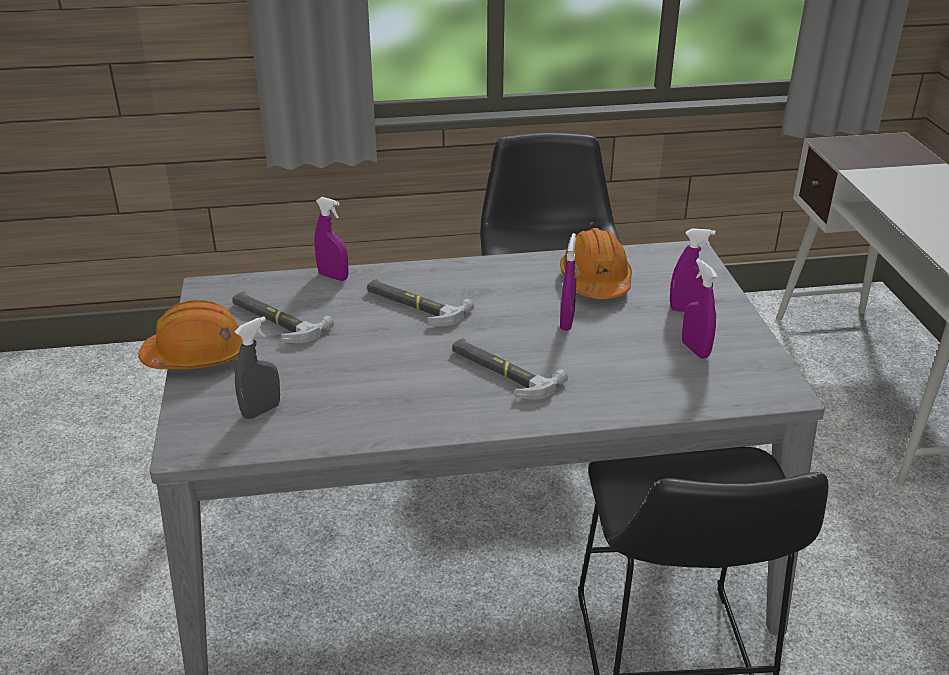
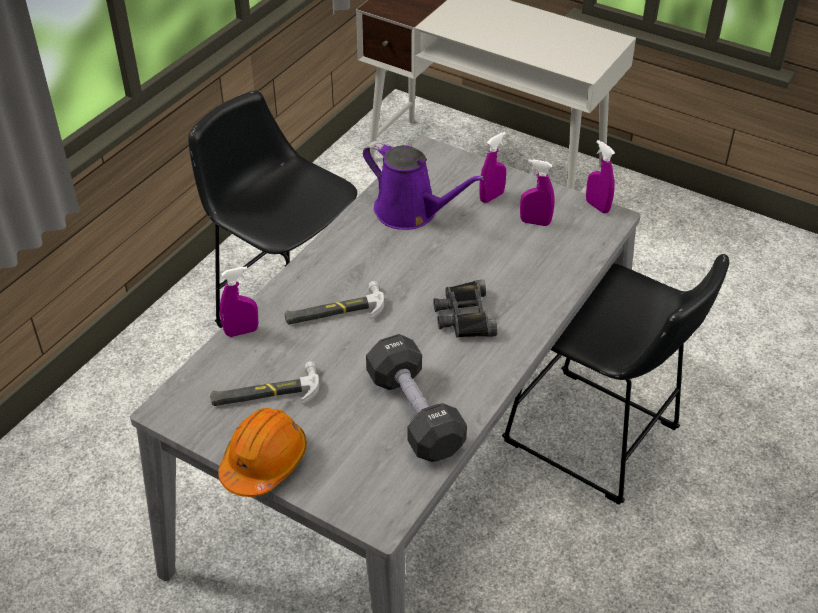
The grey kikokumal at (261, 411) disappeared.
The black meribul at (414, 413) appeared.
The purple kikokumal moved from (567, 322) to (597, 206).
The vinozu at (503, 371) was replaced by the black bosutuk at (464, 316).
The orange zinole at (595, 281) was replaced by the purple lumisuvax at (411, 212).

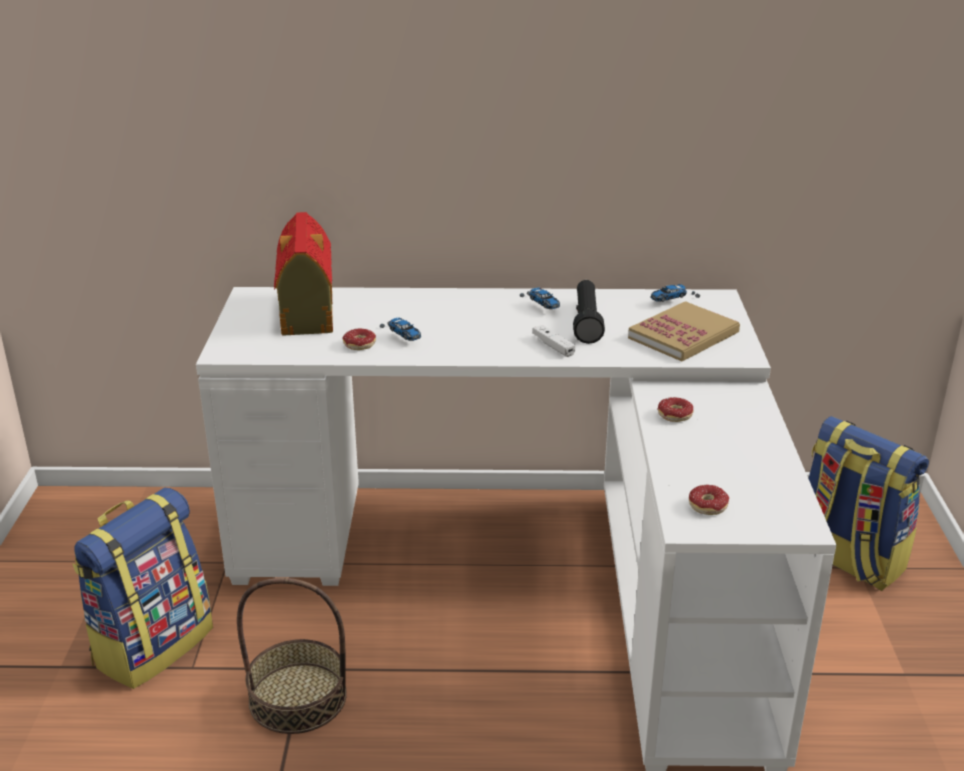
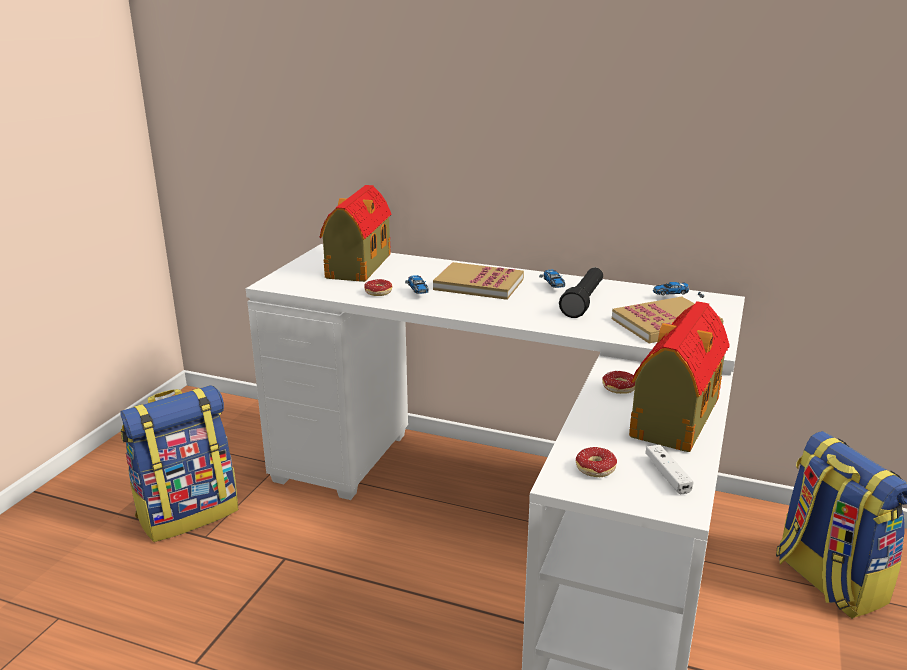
The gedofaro at (298, 697) disappeared.
The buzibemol at (479, 284) appeared.
The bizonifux at (674, 419) appeared.
The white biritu moved from (553, 346) to (667, 475).

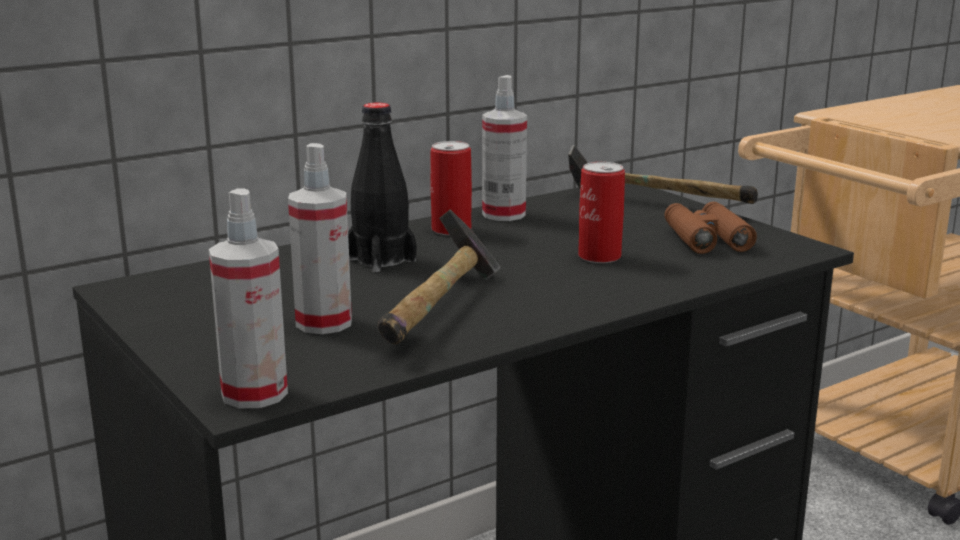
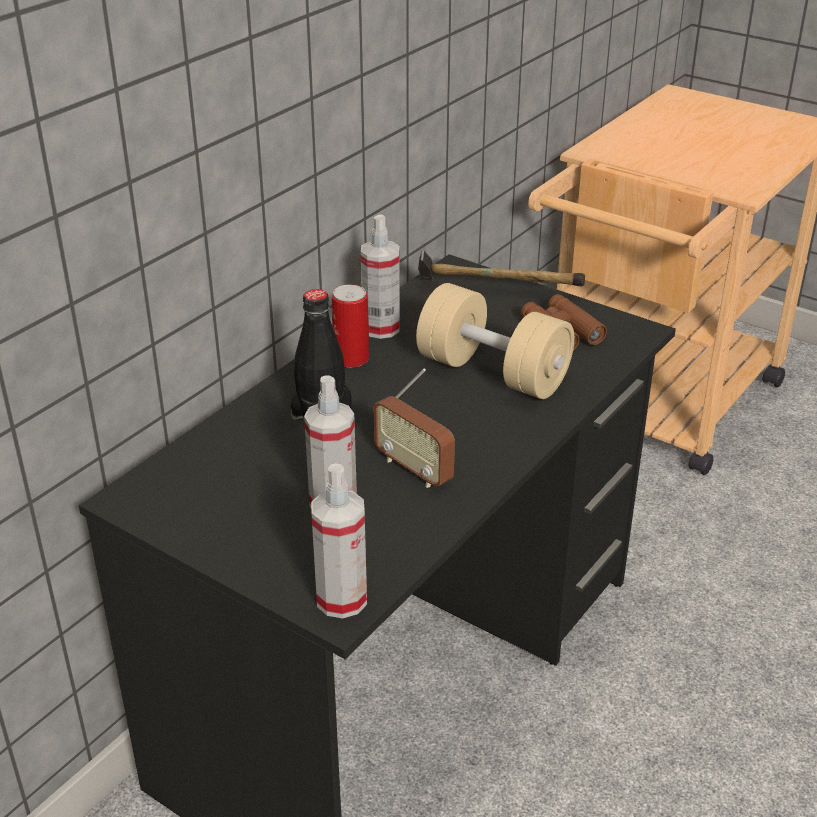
The vinozu at (440, 311) was replaced by the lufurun at (414, 469).
The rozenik at (599, 256) was replaced by the beige meribul at (493, 373).

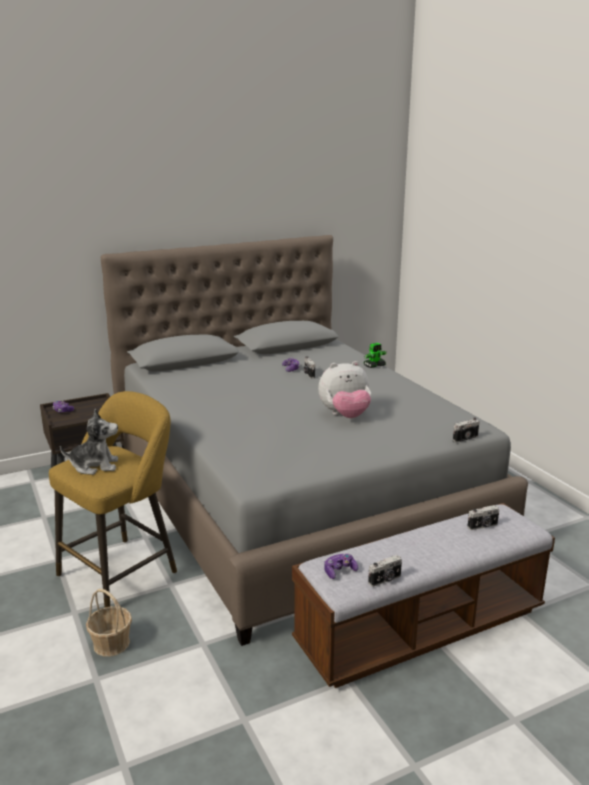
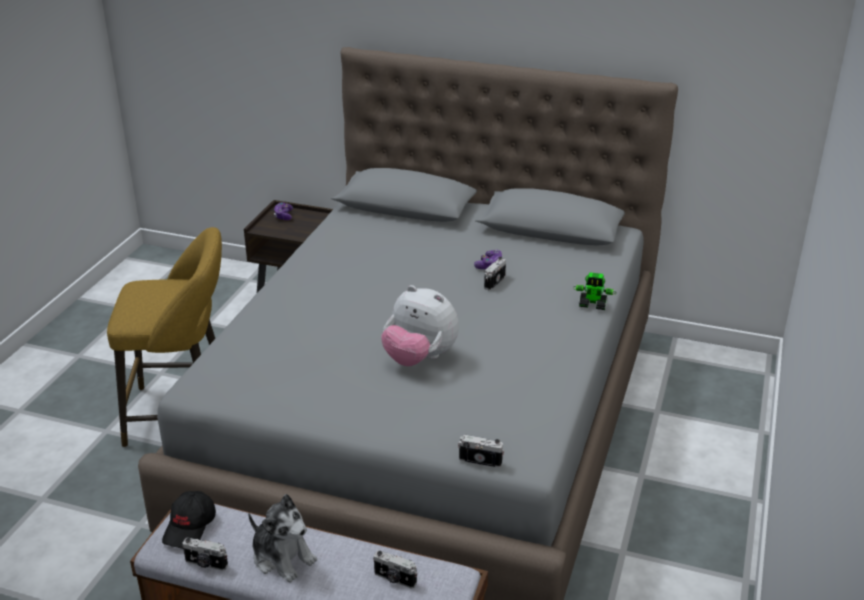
The gedofaro at (111, 643) disappeared.
The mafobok moved from (95, 466) to (282, 557).
The biritu at (339, 571) was replaced by the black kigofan at (190, 527).

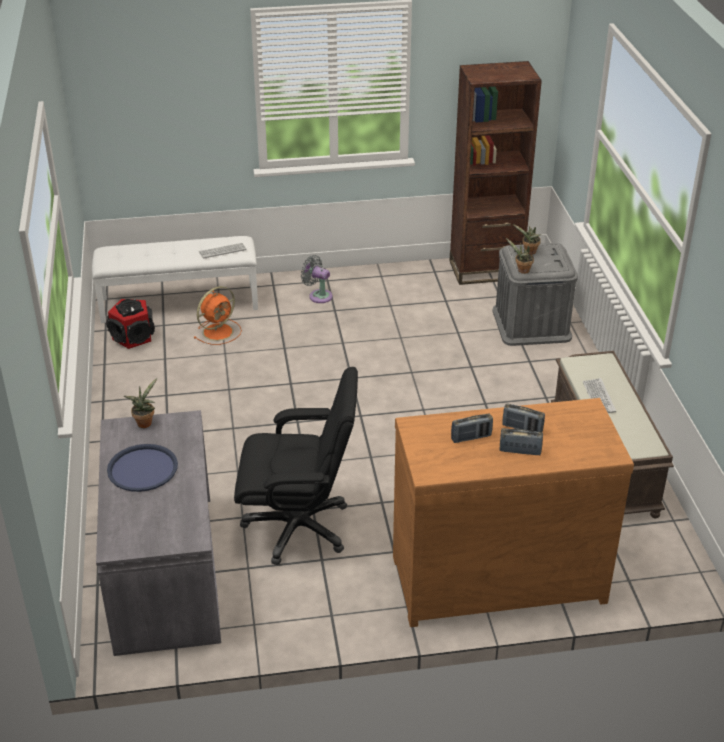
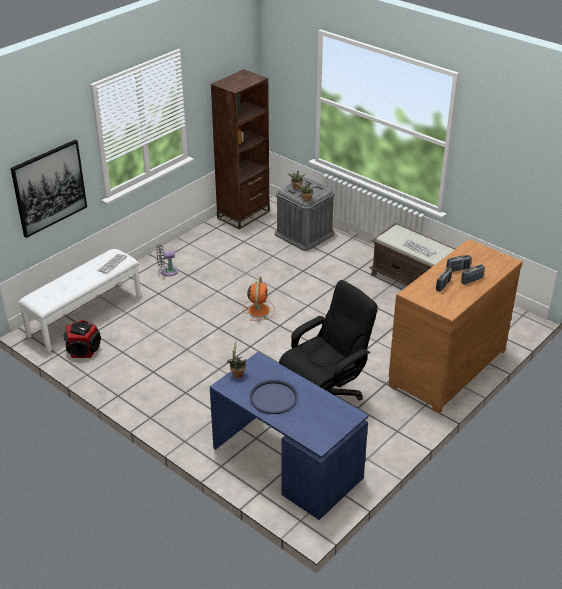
The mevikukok at (49, 188) appeared.
The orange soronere moved from (219, 331) to (258, 309).
The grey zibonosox at (163, 571) became the blue zibonosox at (285, 463).

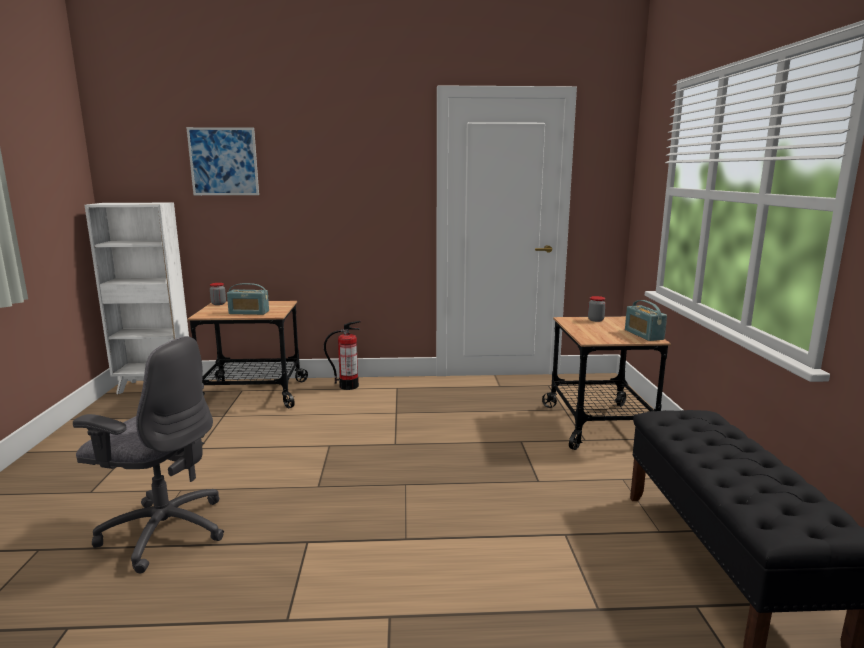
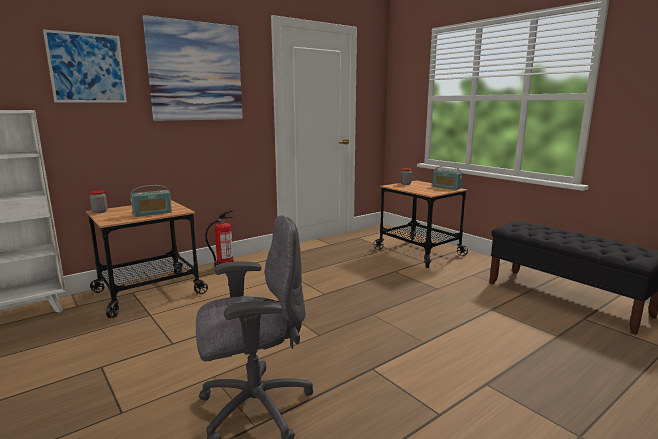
The mevikukok at (196, 72) appeared.

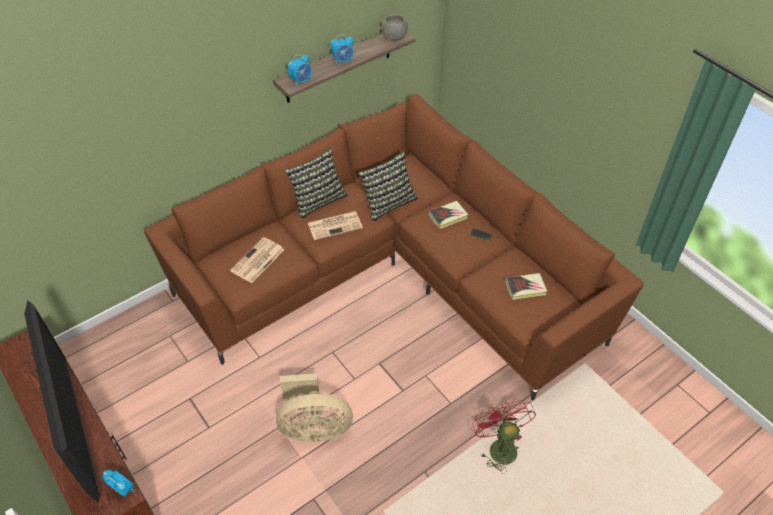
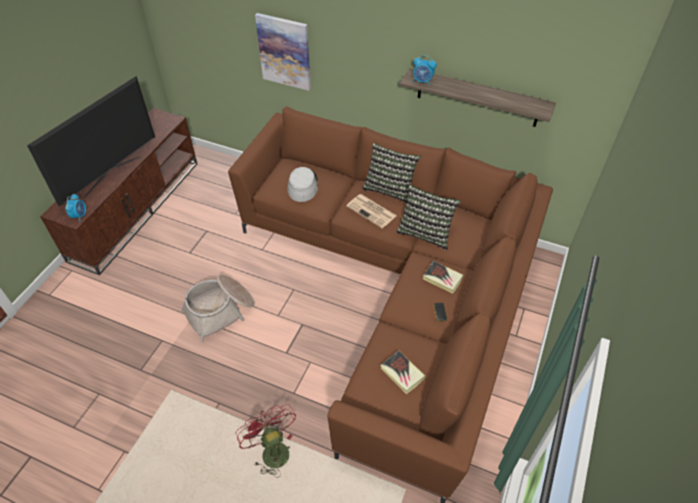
The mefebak at (343, 60) disappeared.
The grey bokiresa at (395, 37) disappeared.
The mevikukok at (284, 51) appeared.
The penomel at (257, 261) was replaced by the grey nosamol at (302, 185).
The beige soronere at (314, 427) was replaced by the gedofaro at (220, 311).
The red soronere at (499, 446) turned 75 degrees counterclockwise.

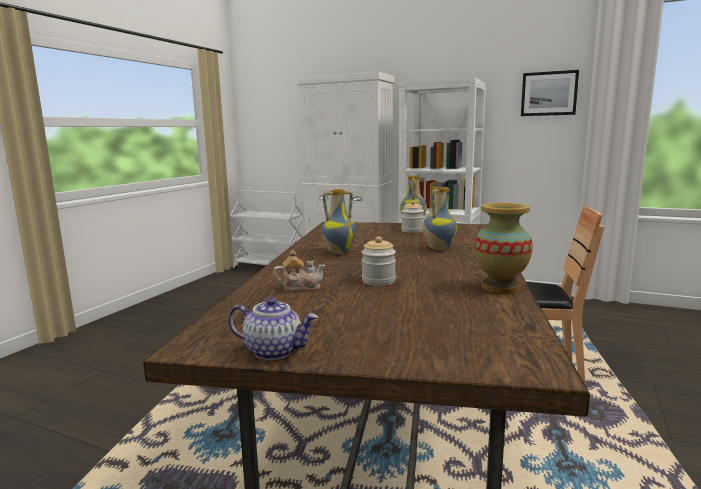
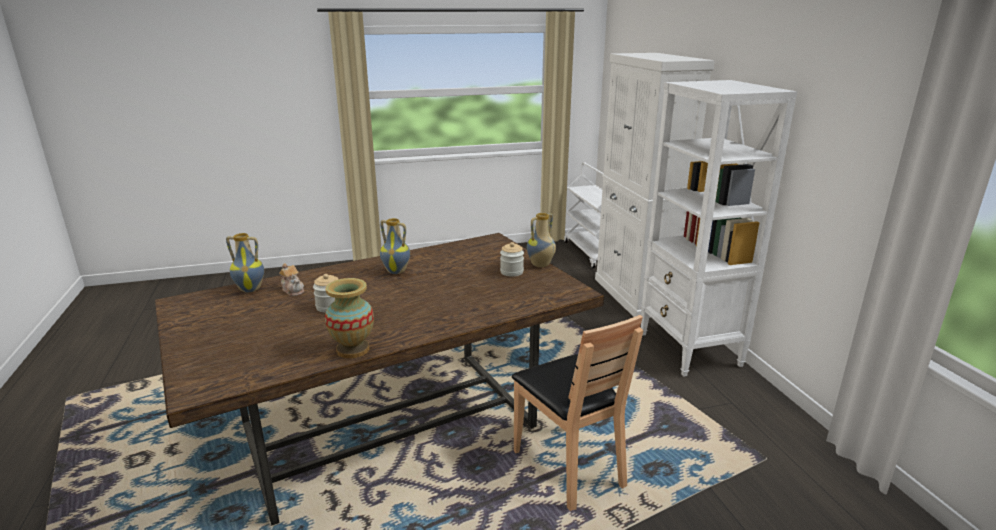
The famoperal at (274, 351) disappeared.
The mevikukok at (549, 93) disappeared.
The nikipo moved from (438, 248) to (251, 289).

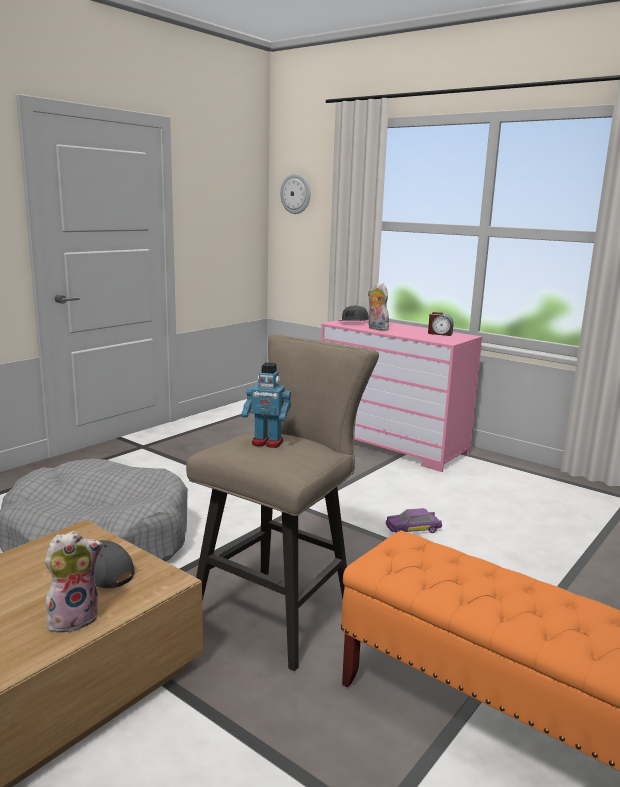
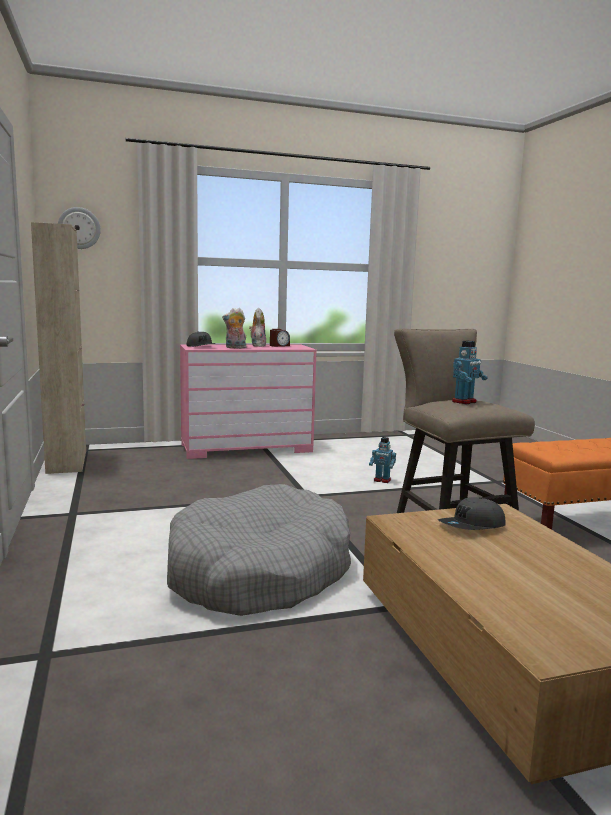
The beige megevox at (67, 462) appeared.
The mafobok moved from (74, 618) to (257, 345).
The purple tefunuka at (413, 529) was replaced by the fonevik at (382, 480).

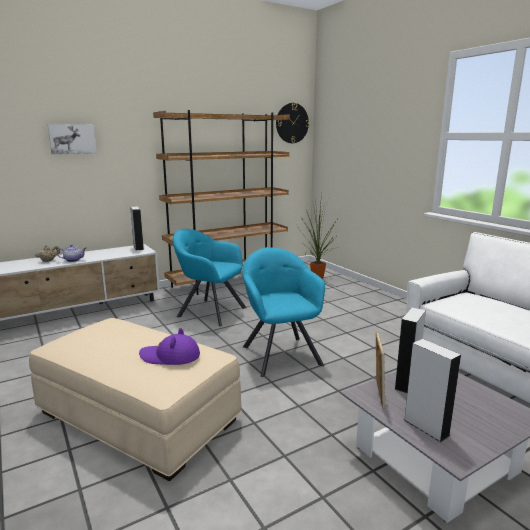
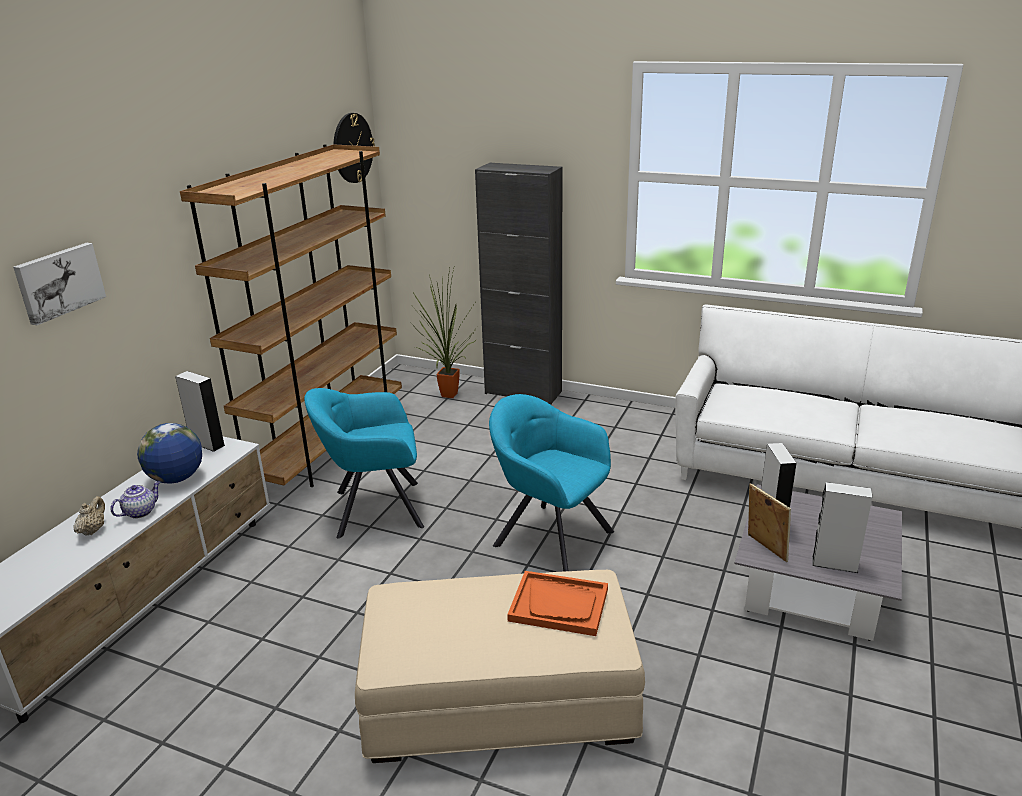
The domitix at (176, 479) appeared.
The black megevox at (523, 392) appeared.
The purple nosamol at (170, 356) was replaced by the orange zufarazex at (559, 605).

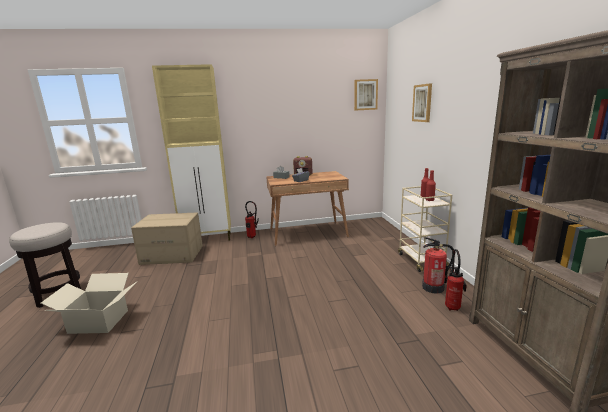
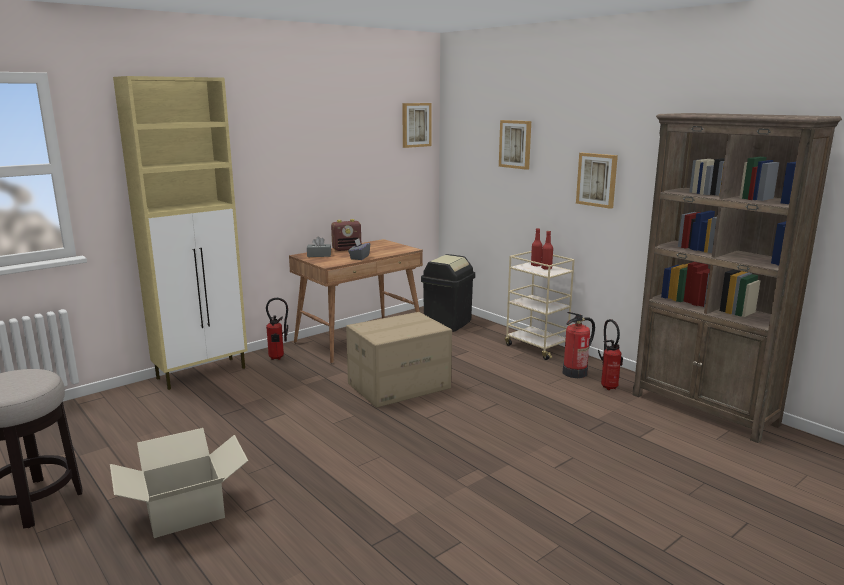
The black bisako at (447, 323) appeared.
The mevikukok at (597, 180) appeared.
The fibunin moved from (172, 255) to (398, 385).

